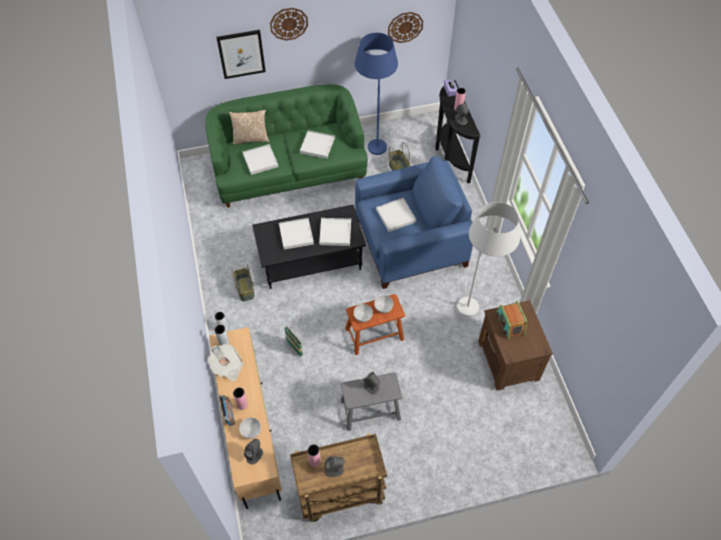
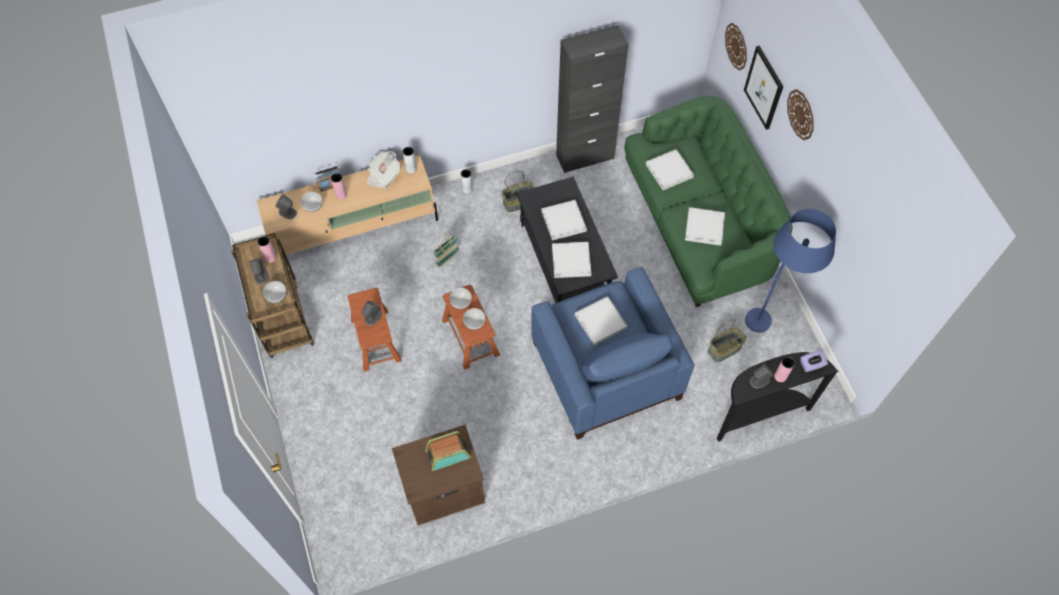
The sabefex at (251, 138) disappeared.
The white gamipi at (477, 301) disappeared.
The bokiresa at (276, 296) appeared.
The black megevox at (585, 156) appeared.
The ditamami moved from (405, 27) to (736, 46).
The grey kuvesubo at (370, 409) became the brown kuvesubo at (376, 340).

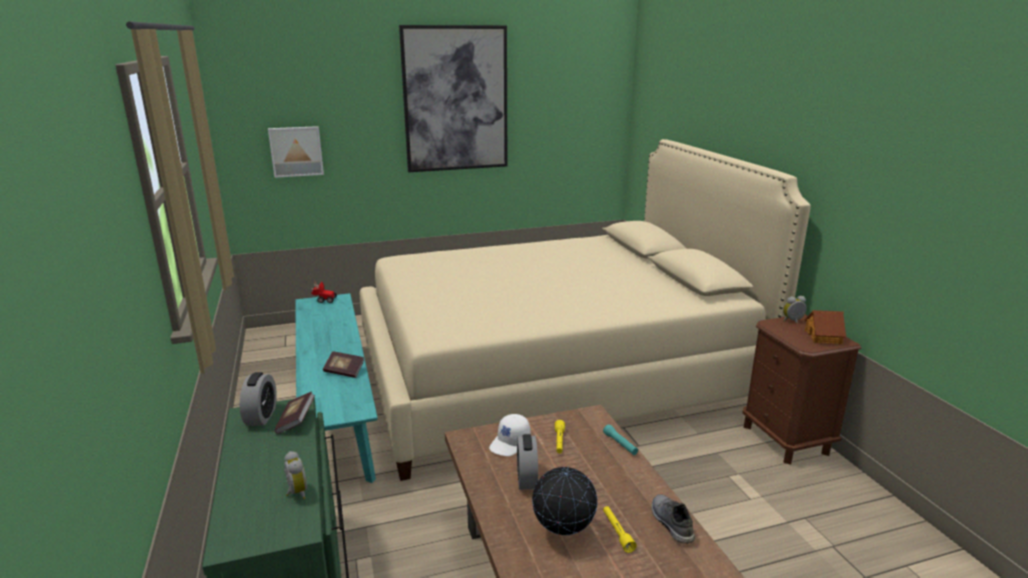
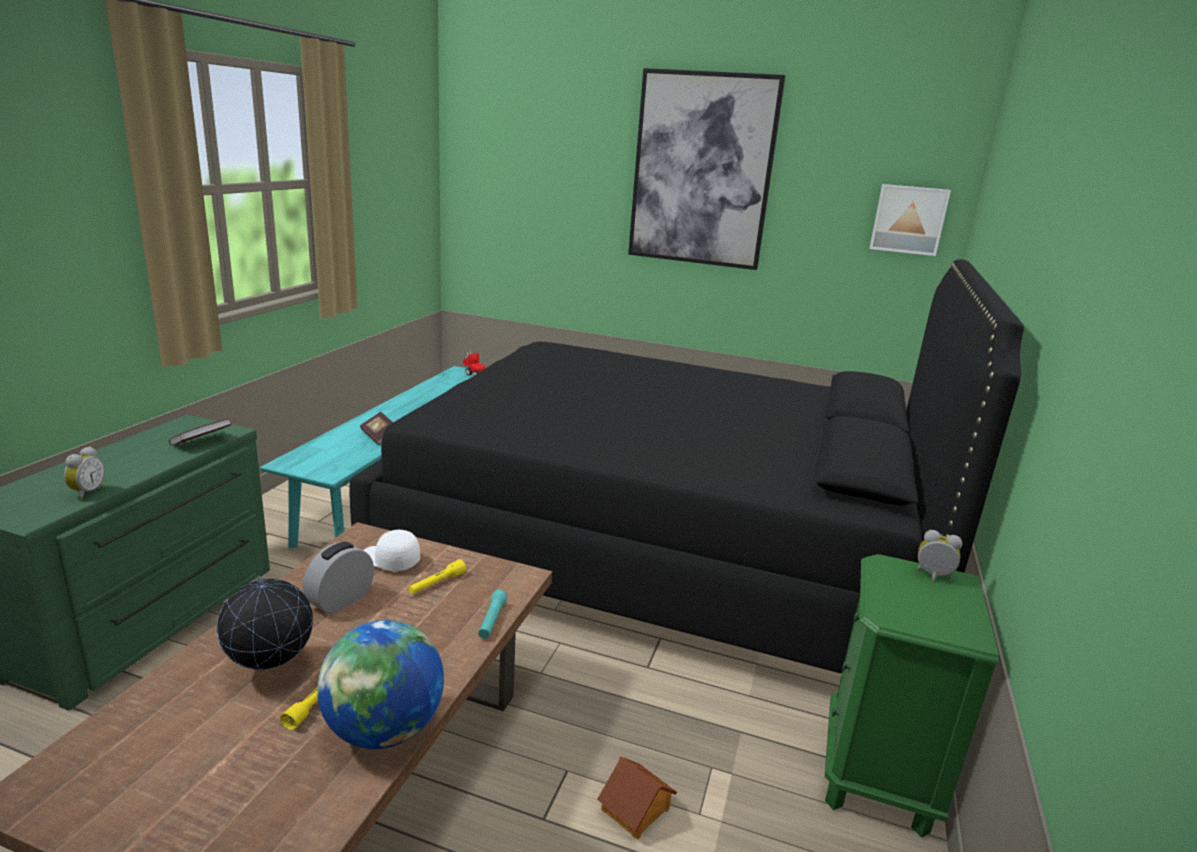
The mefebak at (261, 416) disappeared.
The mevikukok moved from (296, 151) to (908, 219).
The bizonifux moved from (823, 337) to (636, 809).
The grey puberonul at (670, 523) was replaced by the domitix at (384, 730).
The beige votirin at (553, 375) became the black votirin at (661, 545).
The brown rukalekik at (786, 439) became the green rukalekik at (878, 775).
The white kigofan at (510, 443) turned 45 degrees clockwise.

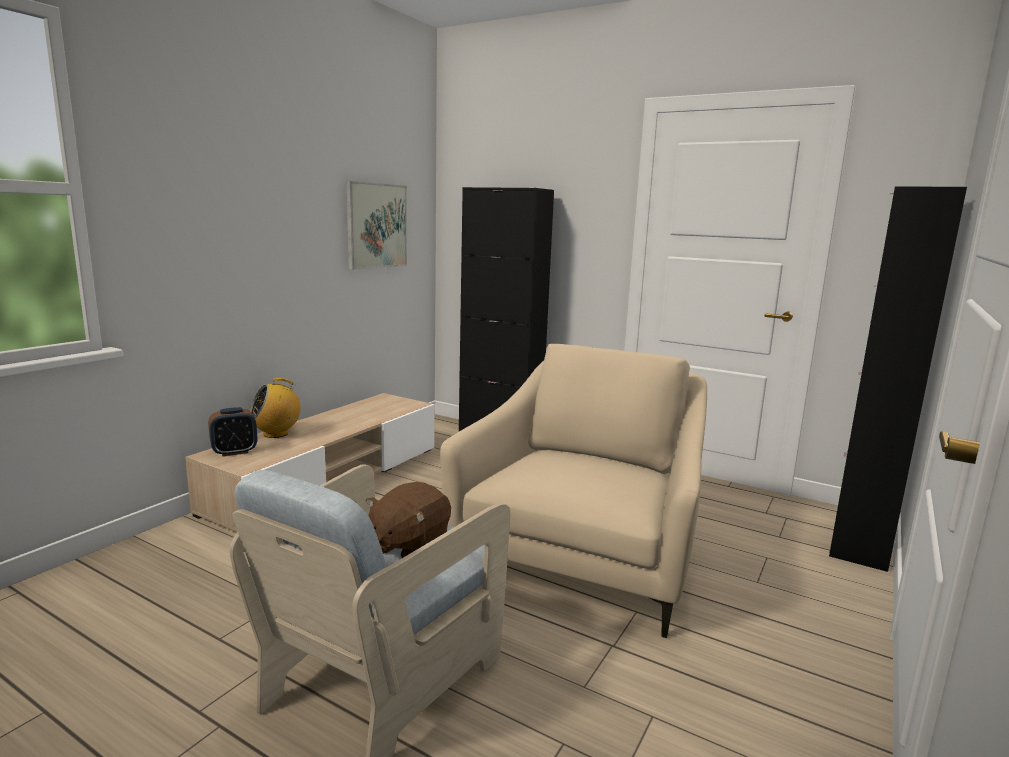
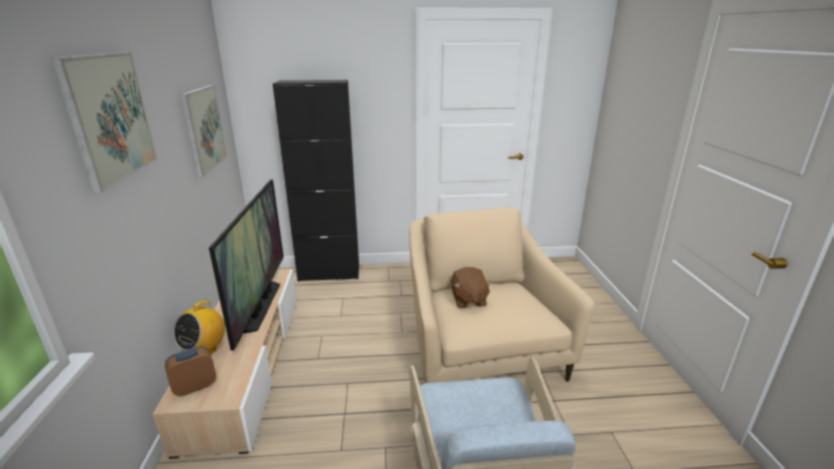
The black megevox at (859, 540) disappeared.
The mevikukok at (110, 117) appeared.
The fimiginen at (260, 306) appeared.
The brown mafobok moved from (408, 546) to (468, 300).
The mefebak at (234, 452) turned 150 degrees counterclockwise.

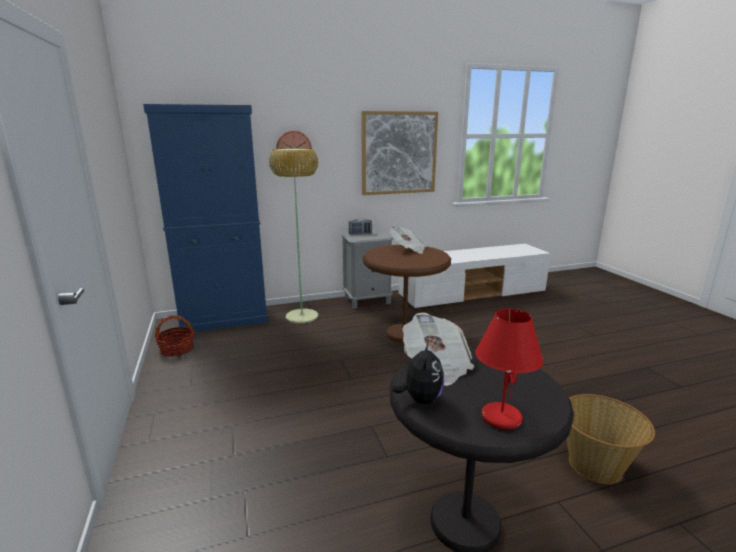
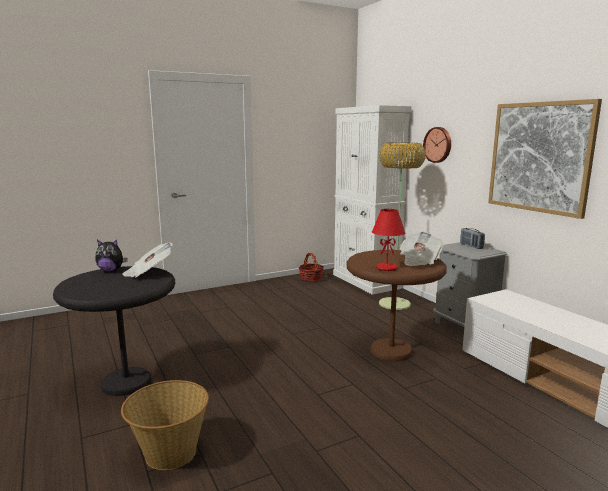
The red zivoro moved from (500, 417) to (387, 268).
The blue megevox at (225, 319) became the white megevox at (365, 281).

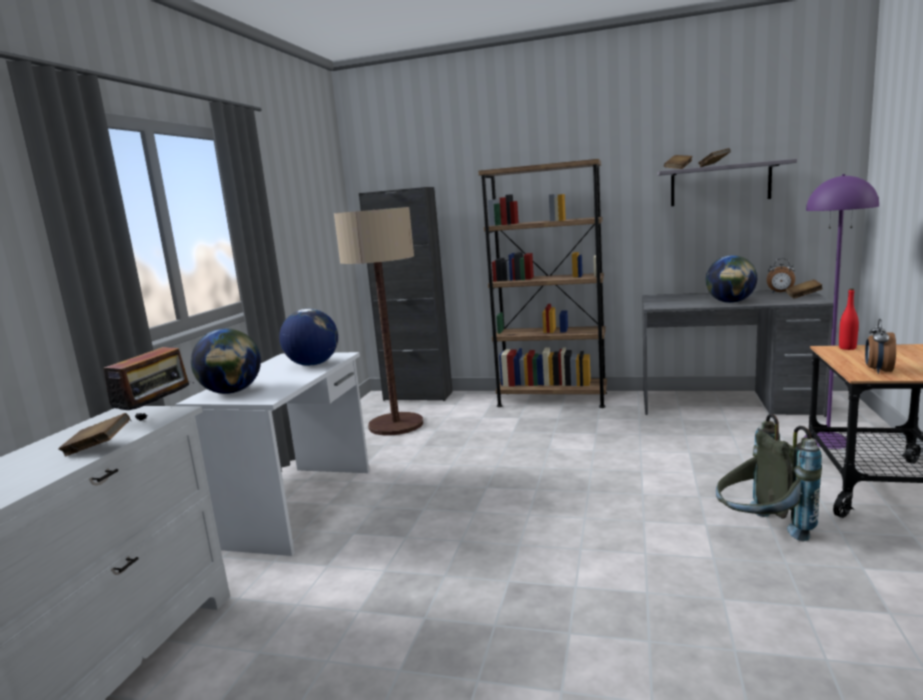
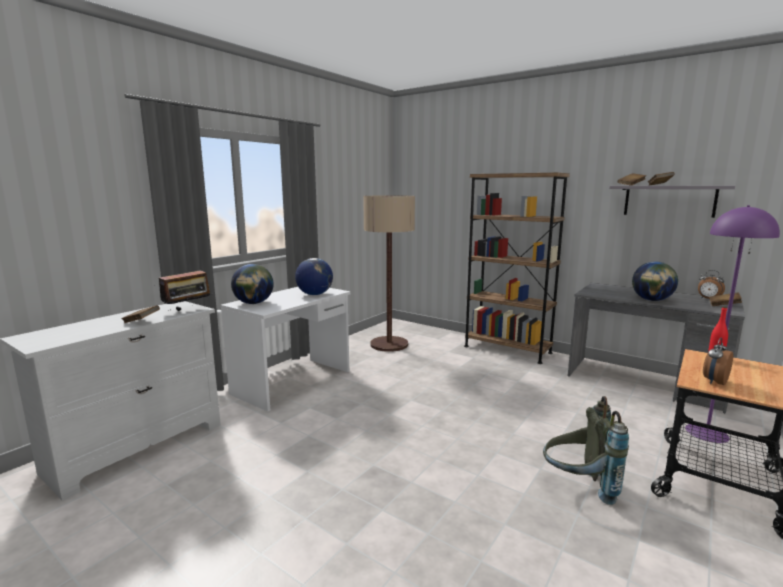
The black megevox at (418, 396) disappeared.

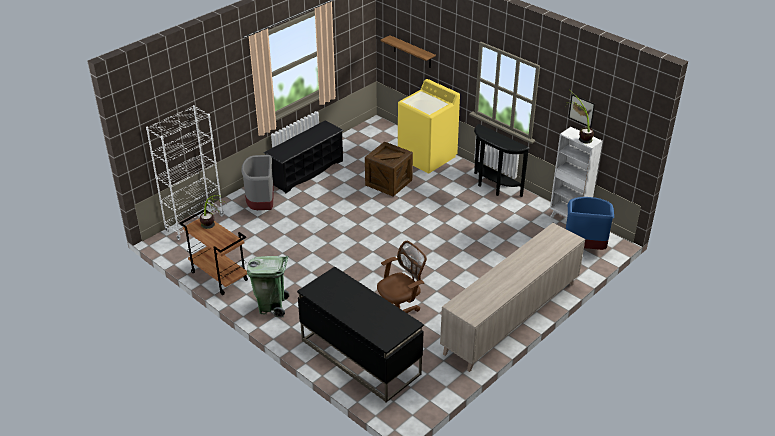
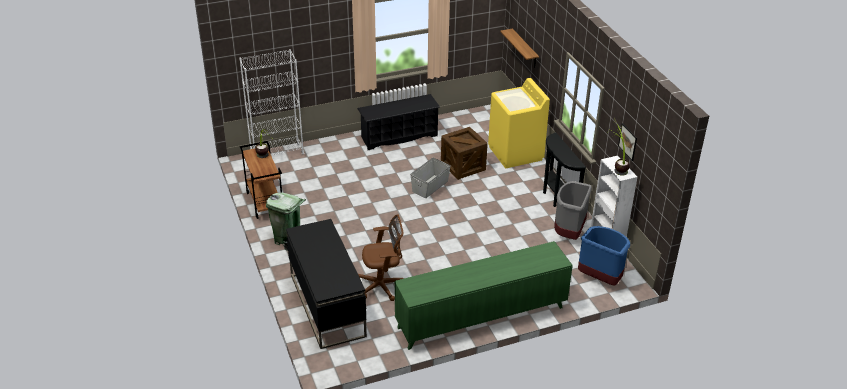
The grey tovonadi at (430, 186) appeared.
The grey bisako moved from (261, 206) to (569, 232).
The beige megevox at (511, 318) became the green megevox at (481, 317).

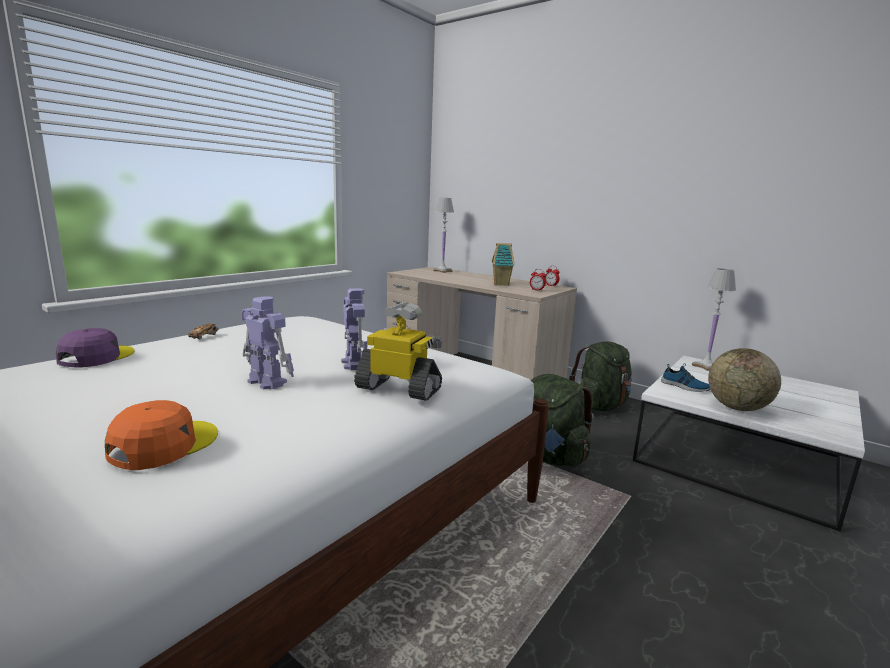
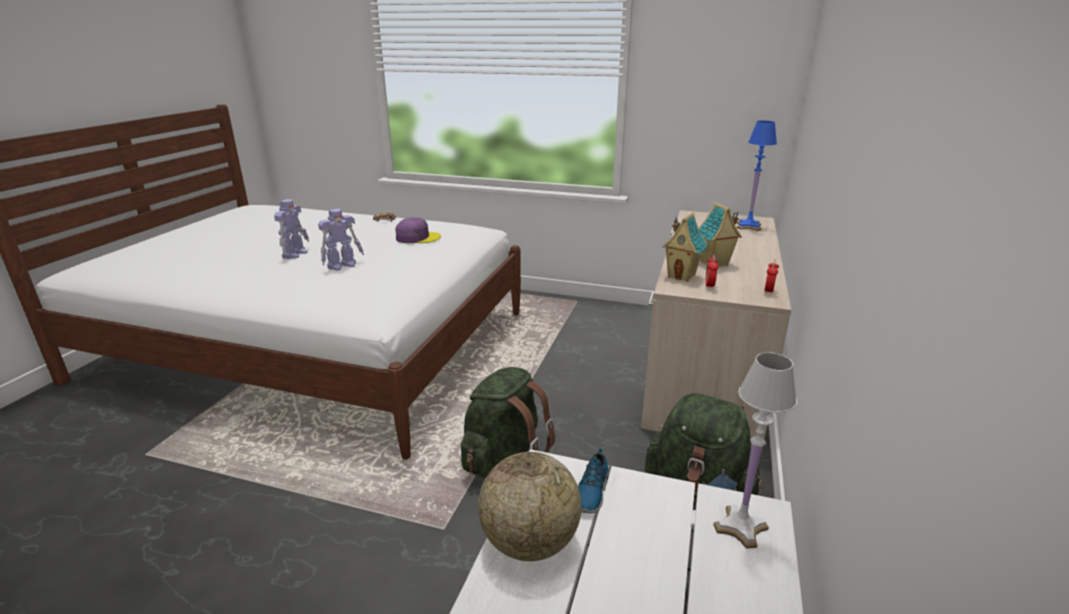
The orange kigofan at (163, 445) disappeared.
The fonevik at (400, 388) disappeared.
The bizonifux at (682, 276) appeared.
The purple kigofan moved from (96, 357) to (417, 237).
The white zivoro at (442, 271) became the blue zivoro at (749, 226).

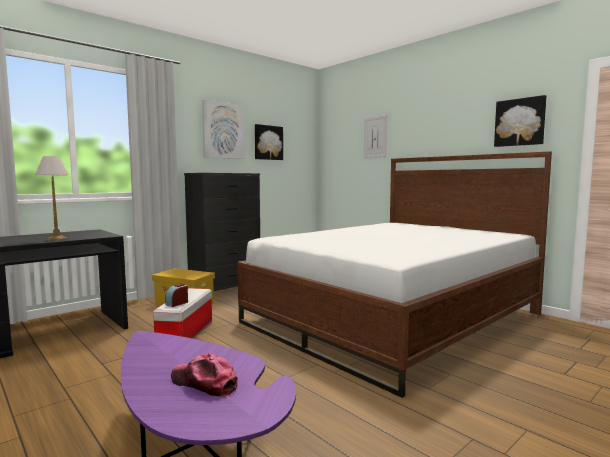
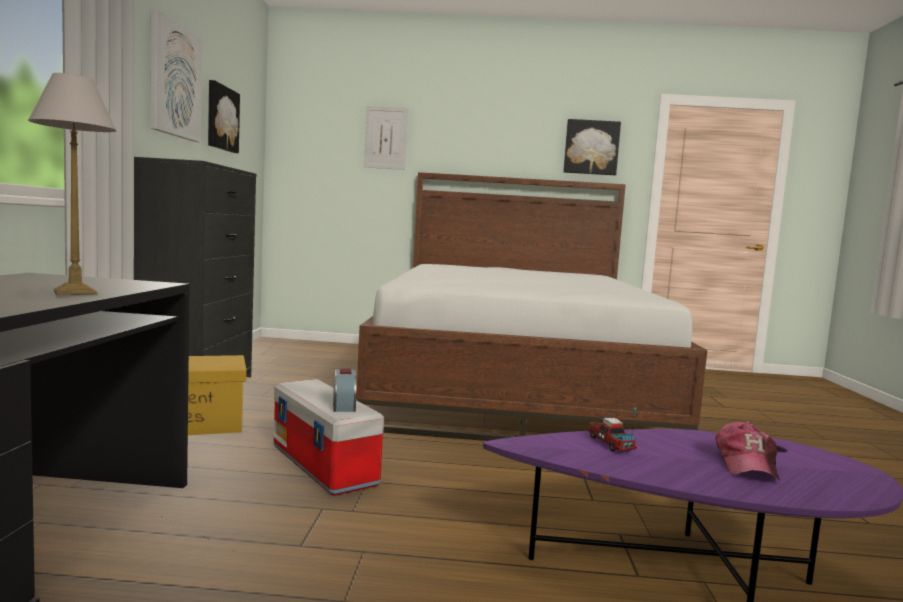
The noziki at (610, 444) appeared.
The kigofan at (204, 383) turned 60 degrees counterclockwise.

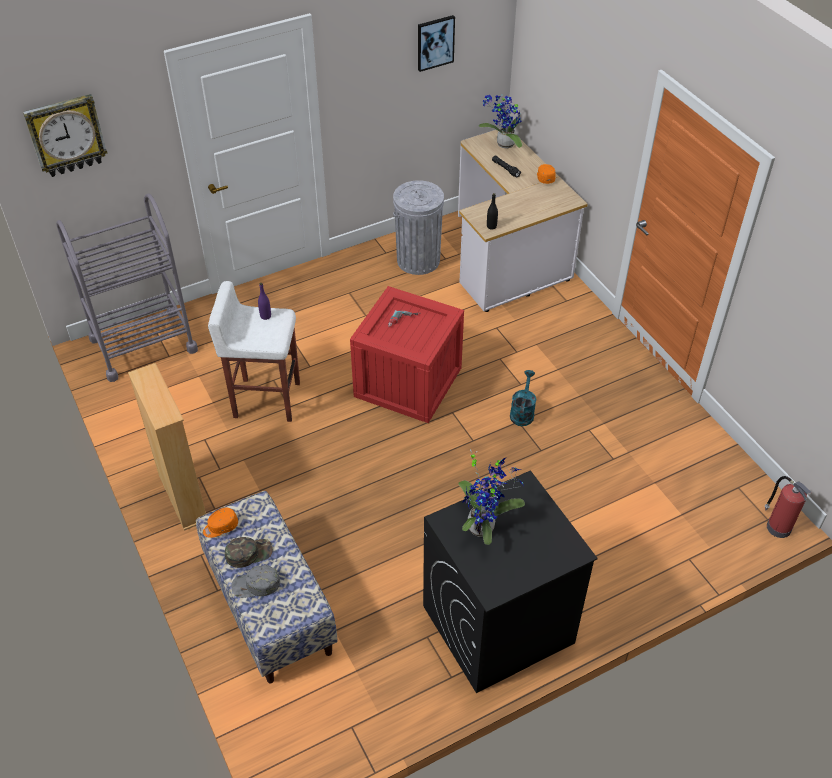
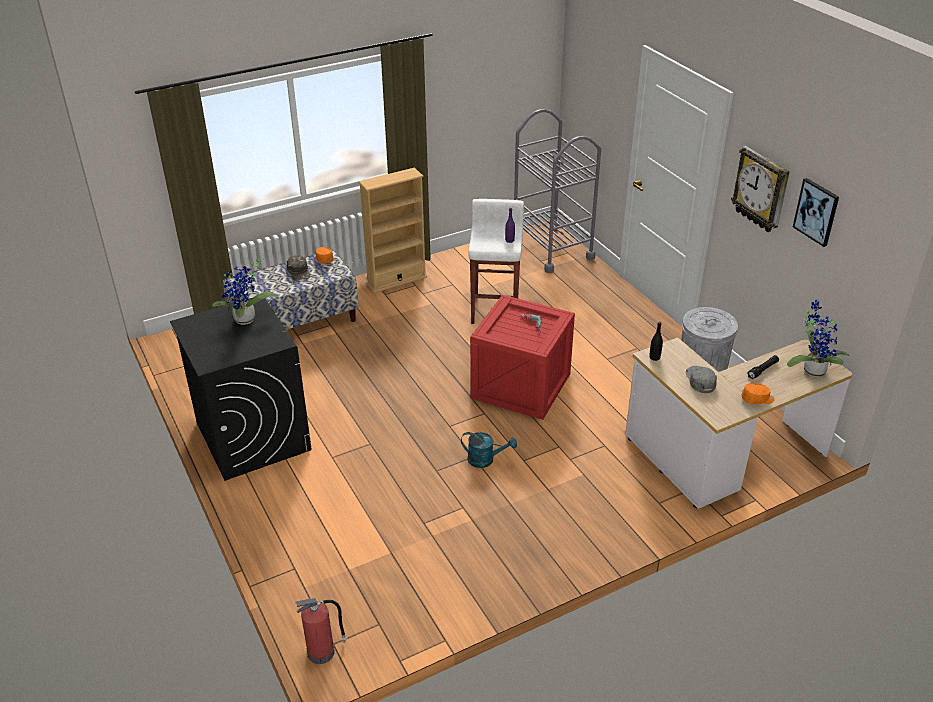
The ditamami moved from (66, 135) to (761, 190).
The grey kigofan moved from (256, 585) to (700, 380).

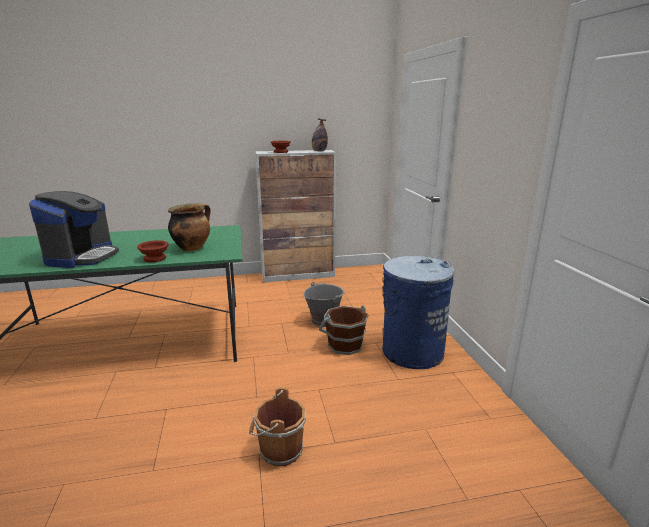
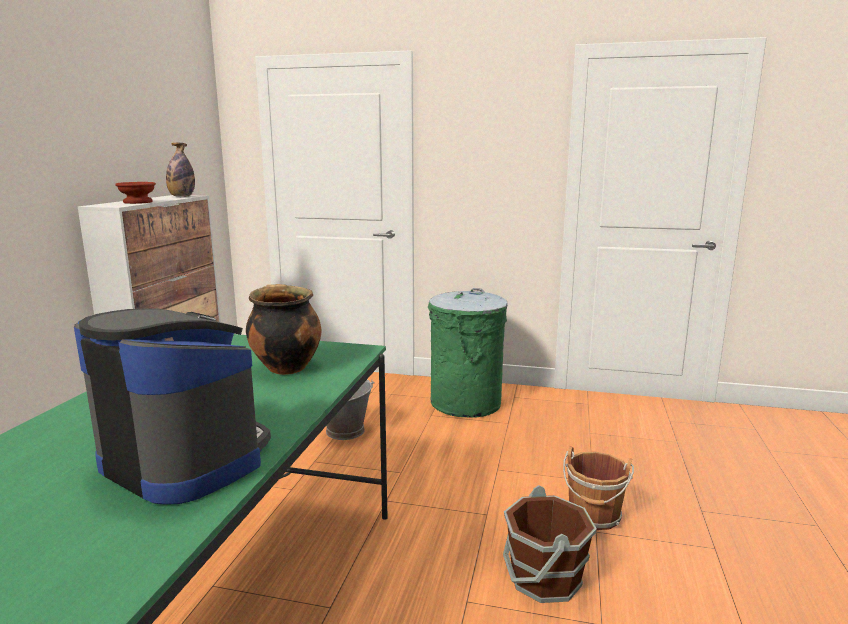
The brown bokiresa at (155, 259) disappeared.
The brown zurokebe moved from (344, 345) to (543, 578).
The blue bisako at (411, 351) became the green bisako at (465, 403).

